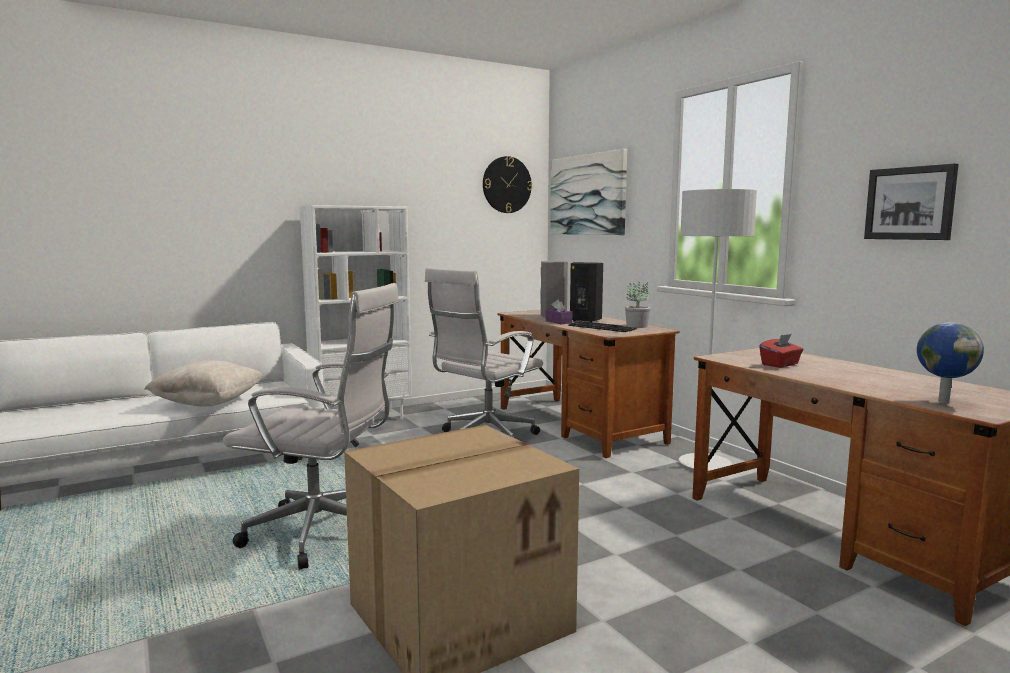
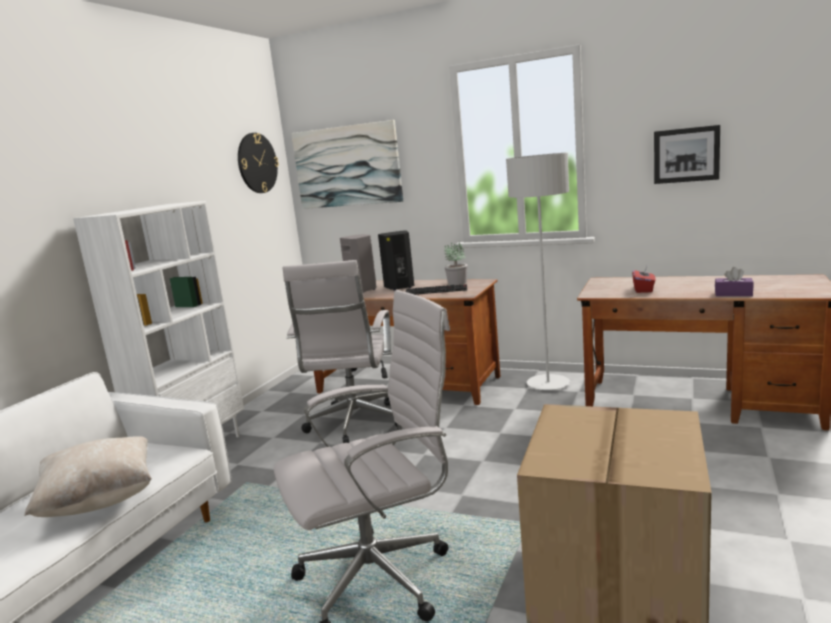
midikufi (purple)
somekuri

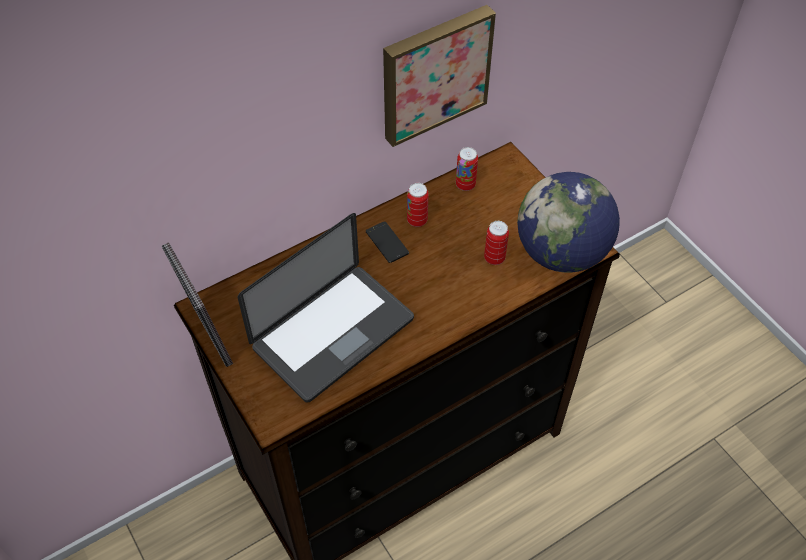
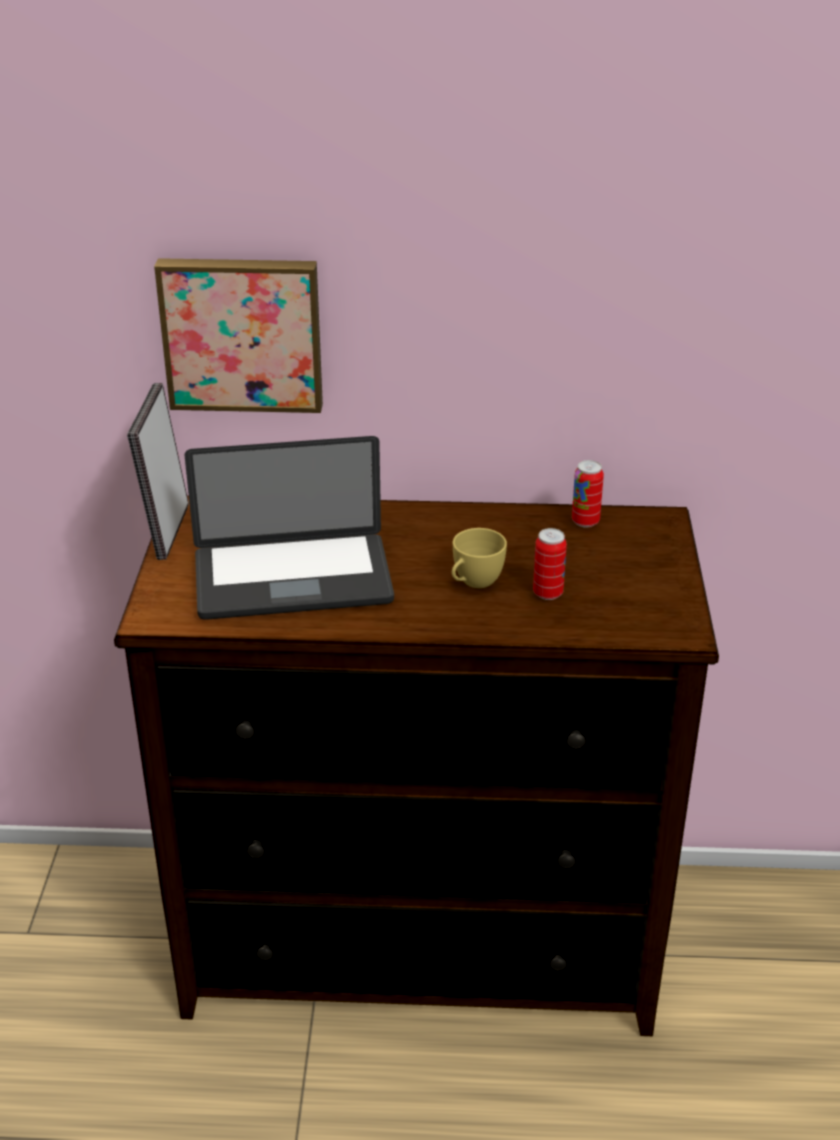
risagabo
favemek
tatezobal (1st from left in the first image)
somekuri
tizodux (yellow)

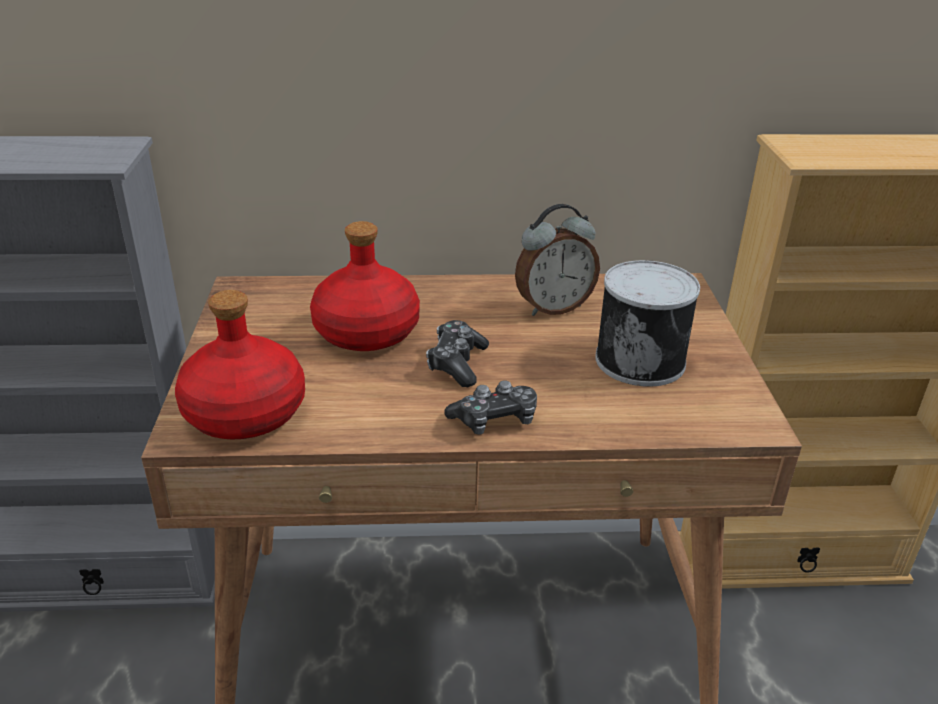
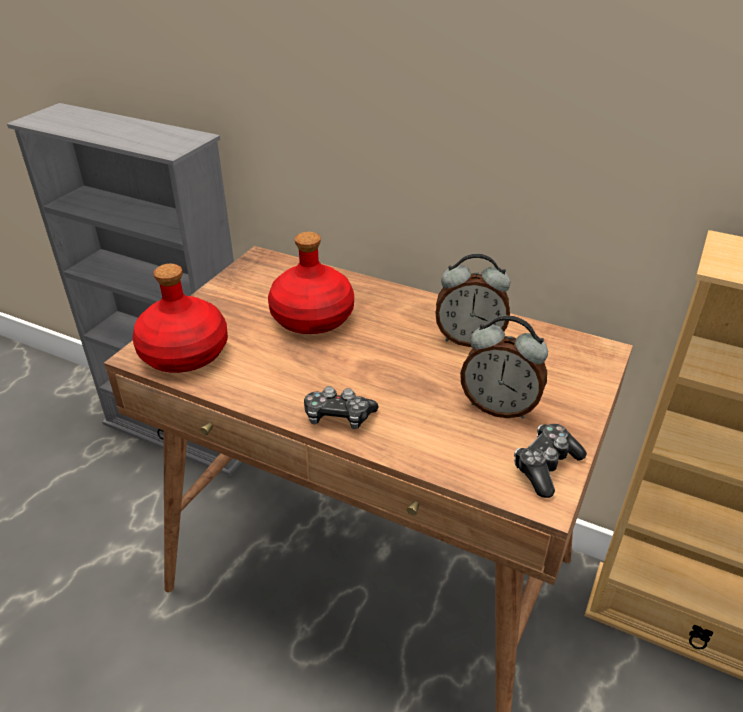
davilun (2nd from left)
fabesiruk (2nd from left)

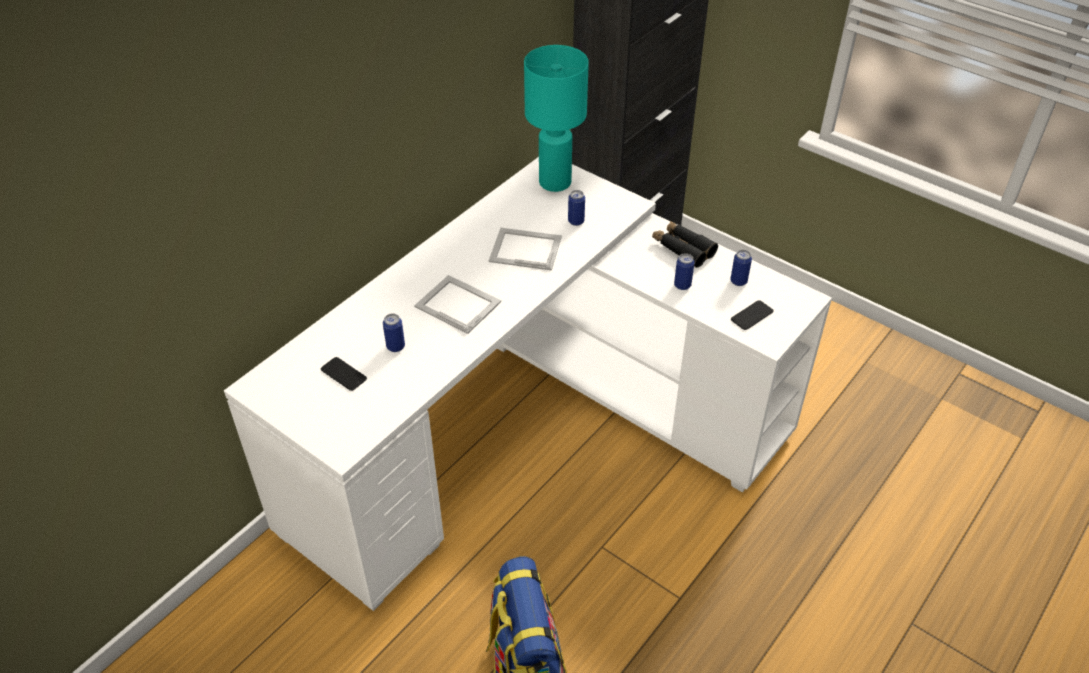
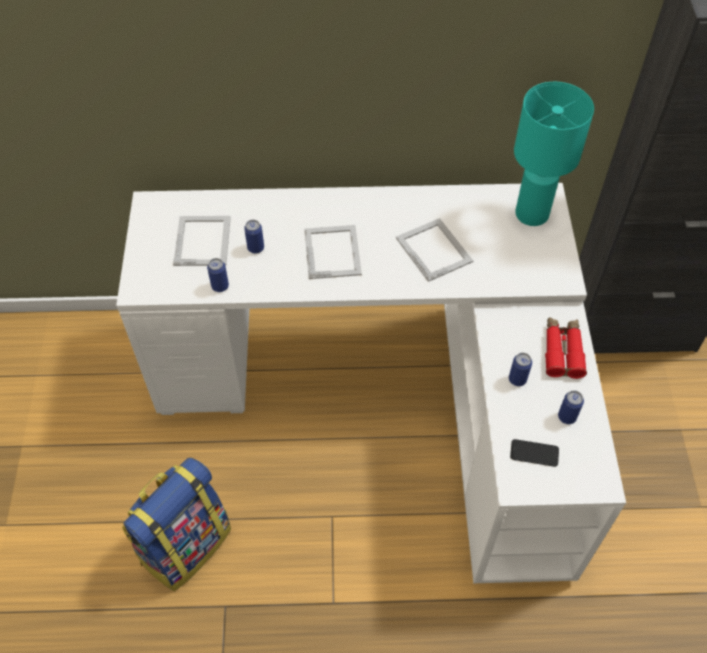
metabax (1st from left)
tatezobal (1st from left)
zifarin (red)

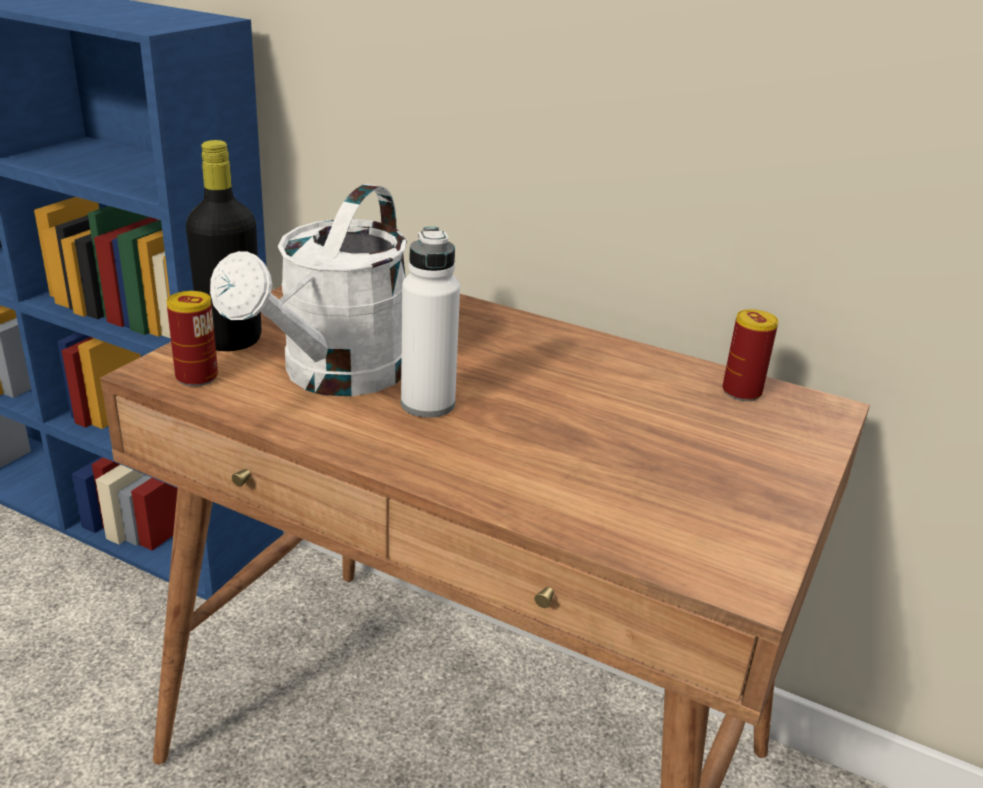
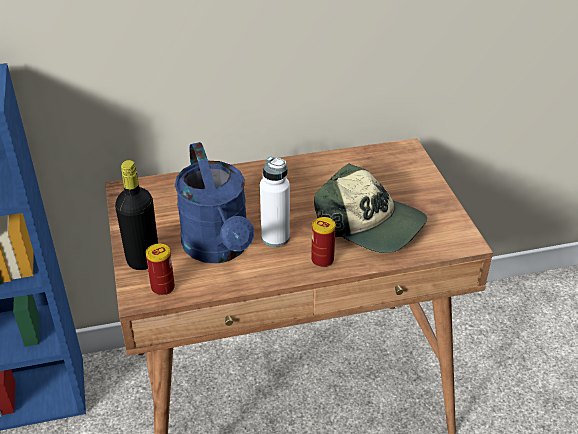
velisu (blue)
tatezobal (2nd from left)
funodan

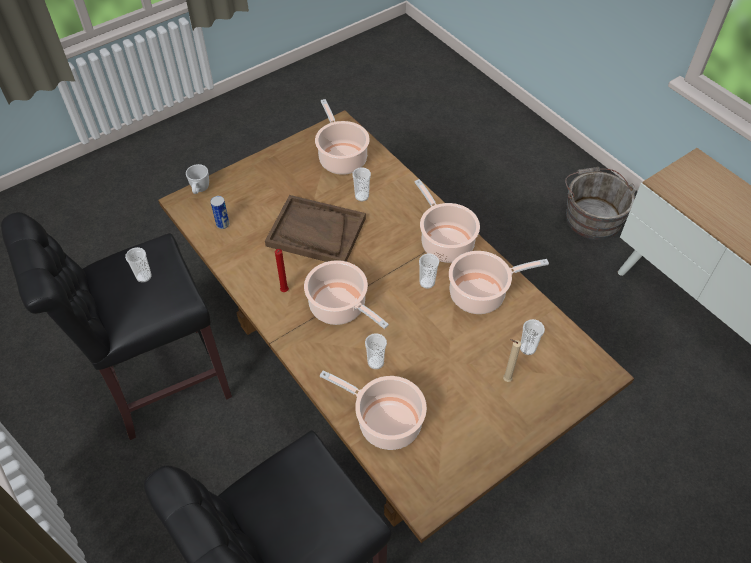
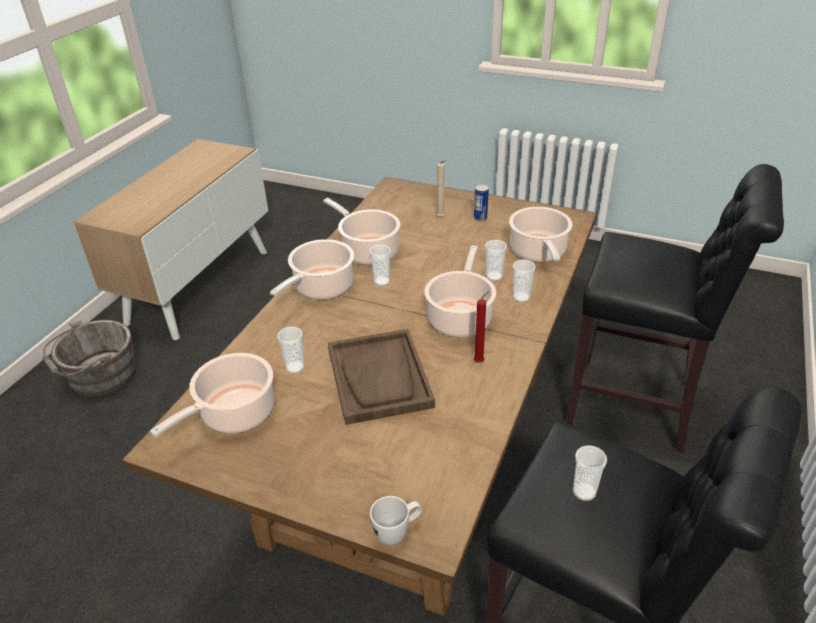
tatezobal
tizodux (4th from left)

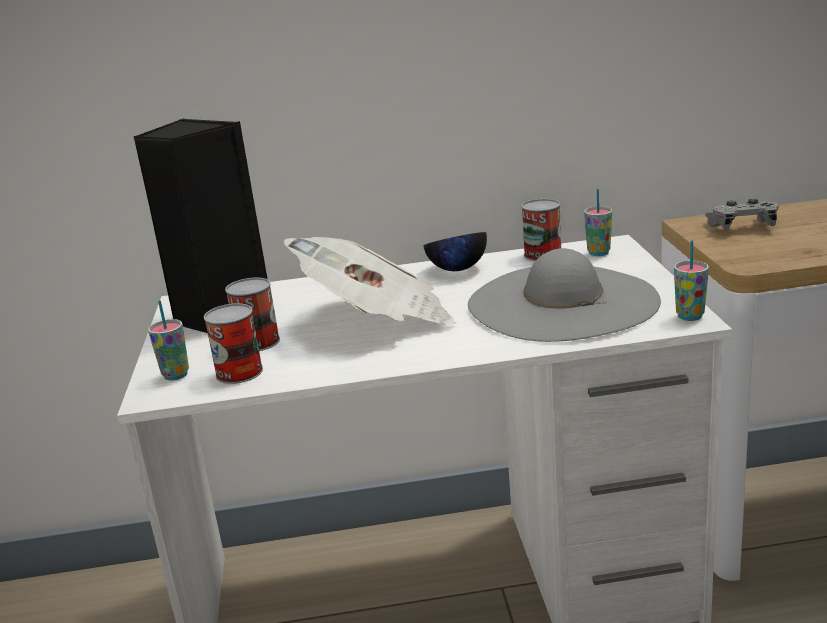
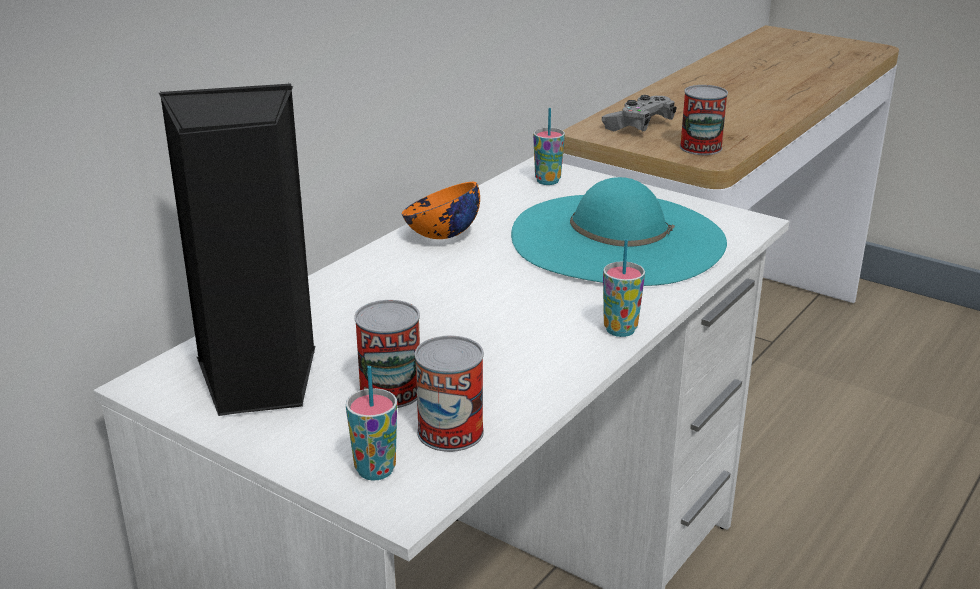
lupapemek
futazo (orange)
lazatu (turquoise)
tatezobal (3rd from left)
tizodux (3rd from left)

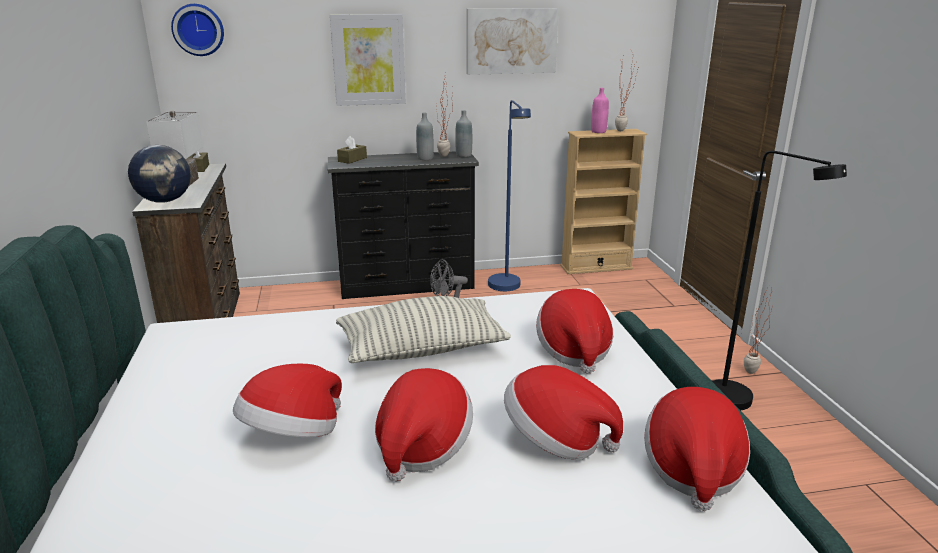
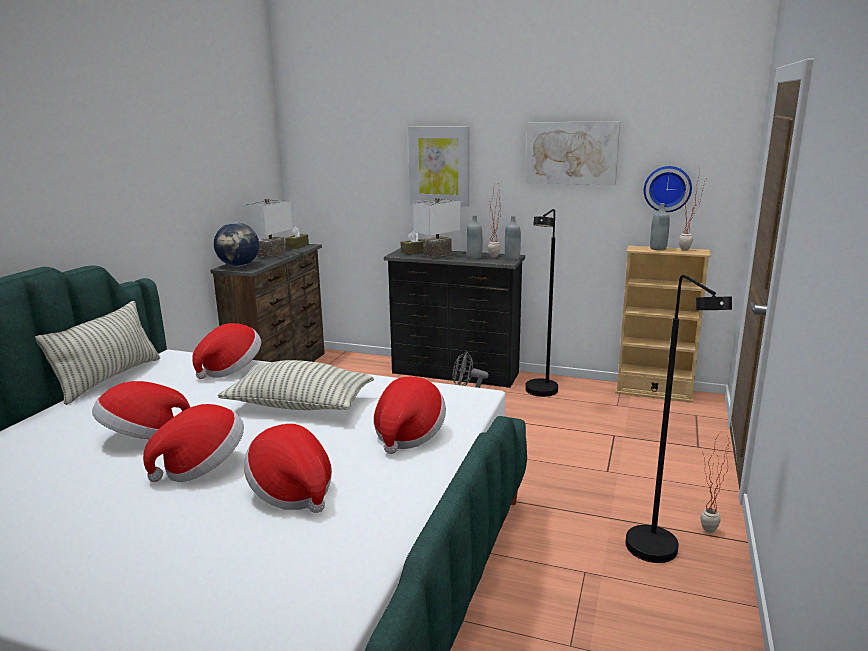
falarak
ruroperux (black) (1st from left)
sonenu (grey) (3rd from left)
lazatu (3rd from left)
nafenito (1st from left)
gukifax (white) (2nd from left)

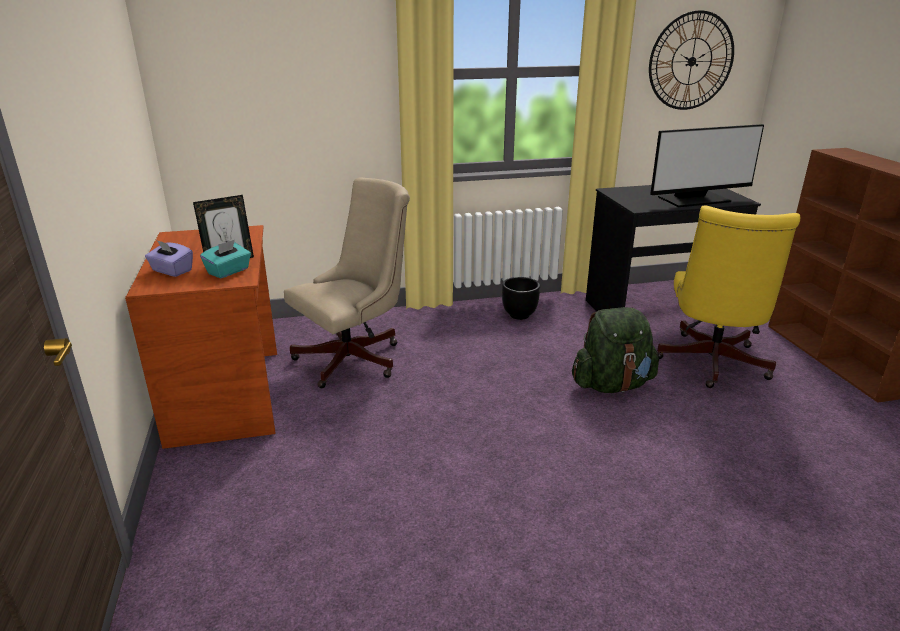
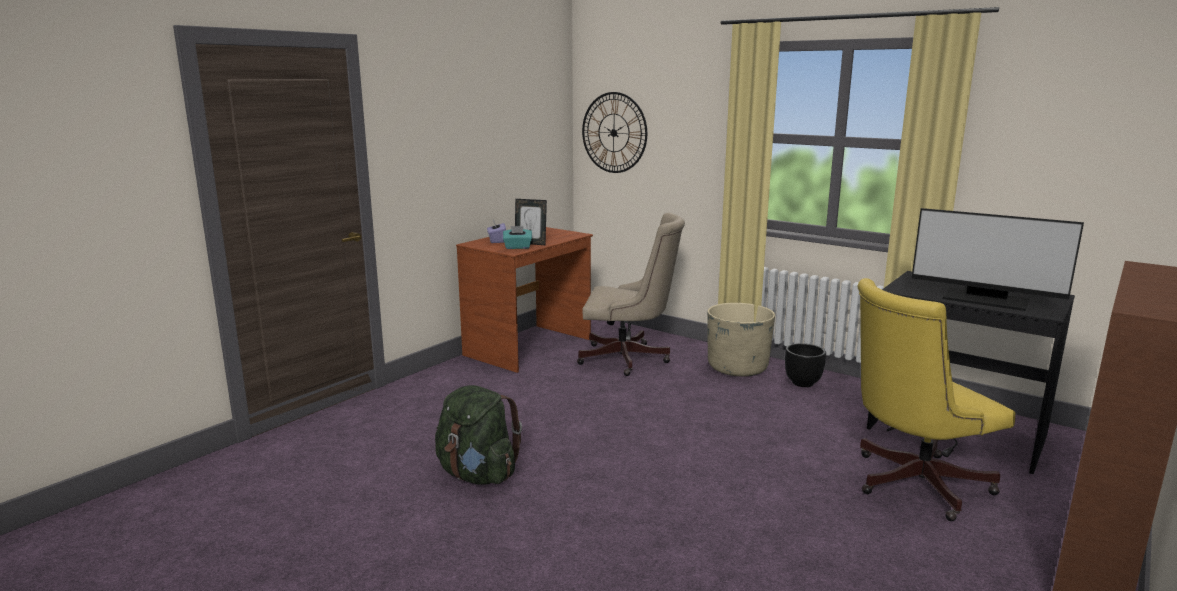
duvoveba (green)
falarak
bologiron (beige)

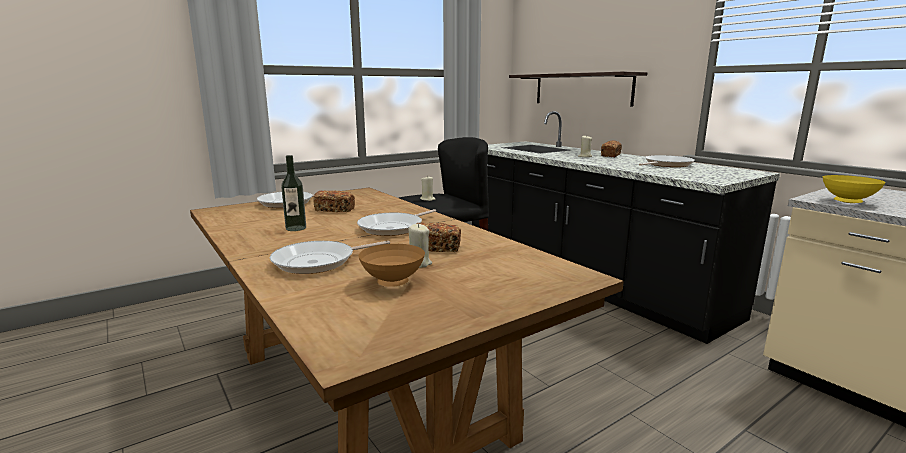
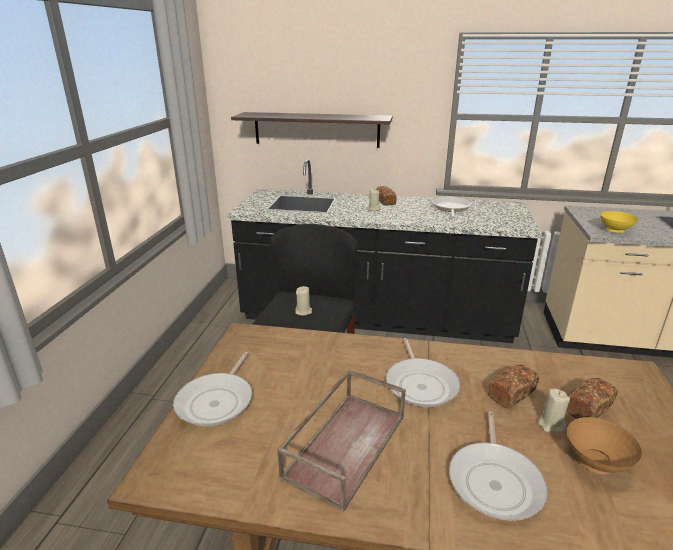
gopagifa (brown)
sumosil (3rd from left)

